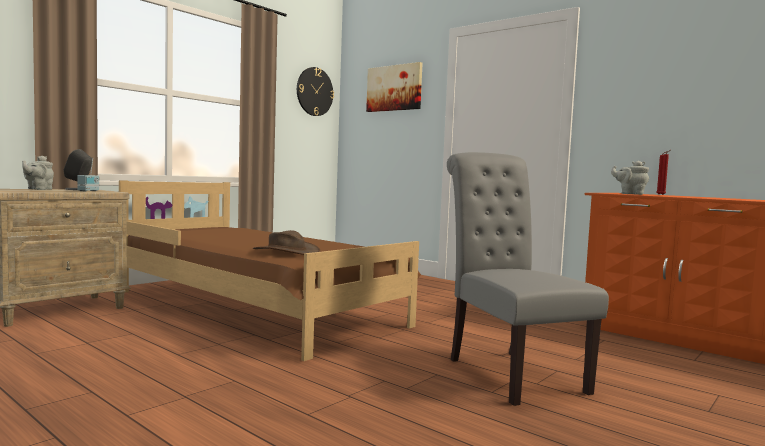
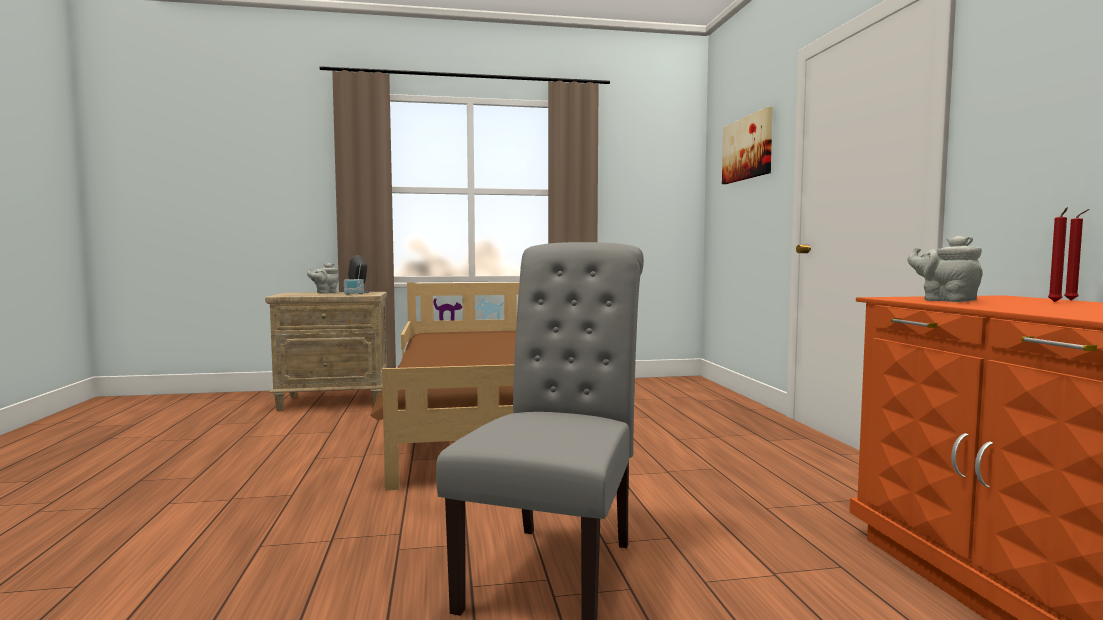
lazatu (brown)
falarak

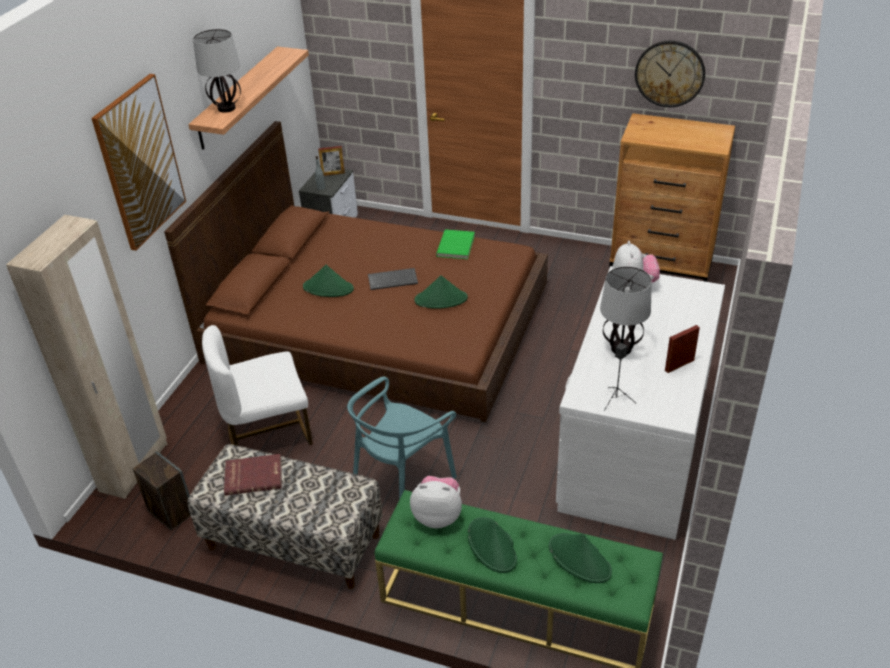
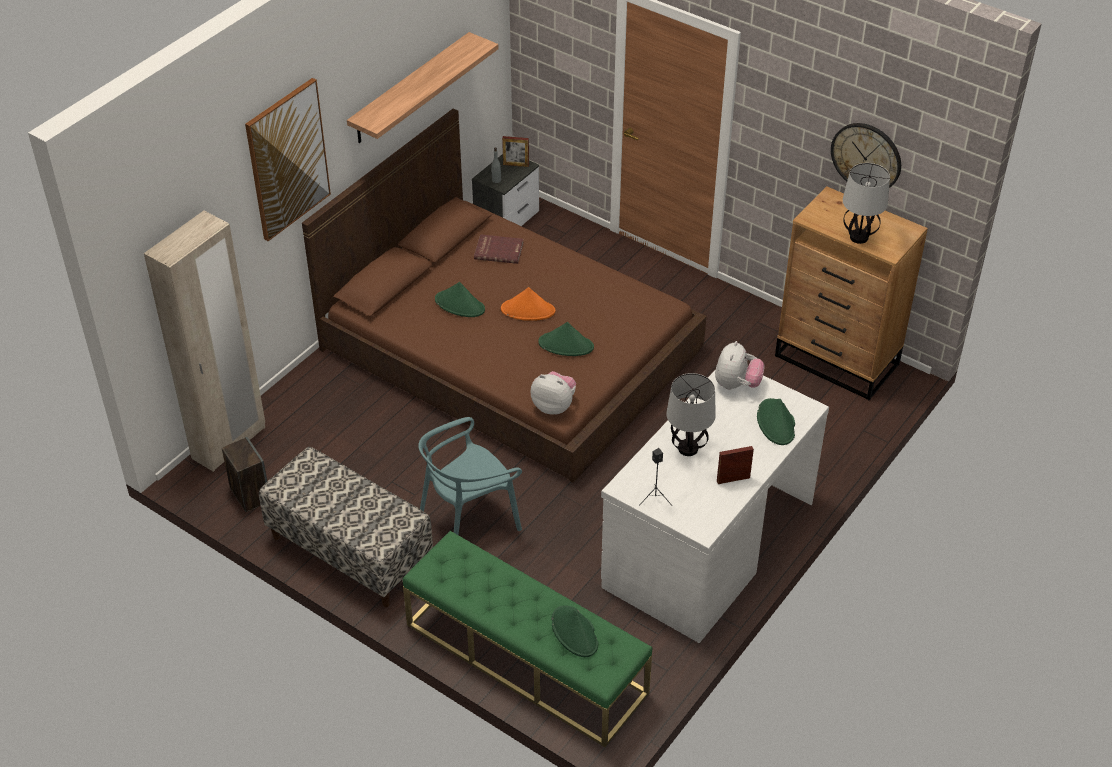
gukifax (2nd from left)
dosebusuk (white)
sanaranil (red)
lazatu (orange)
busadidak (1st from left)
sanaranil (green)
lazatu (green) (4th from left)

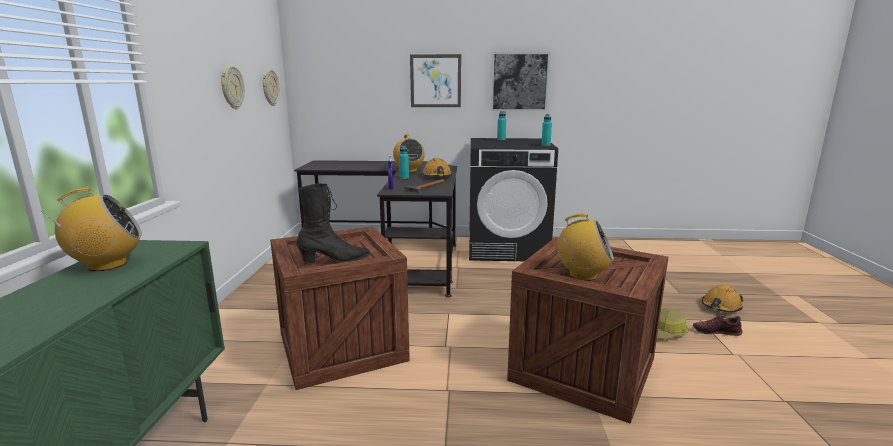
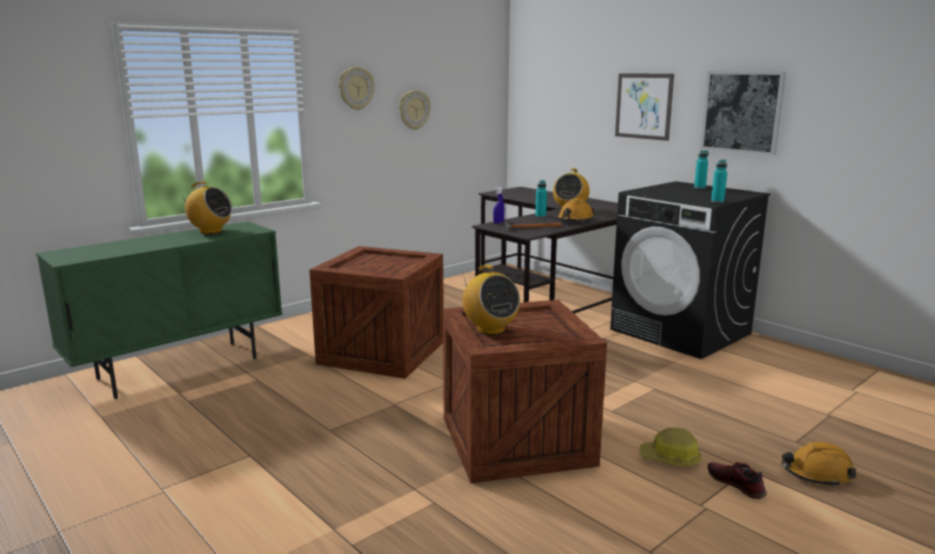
falarak (1st from left)
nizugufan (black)

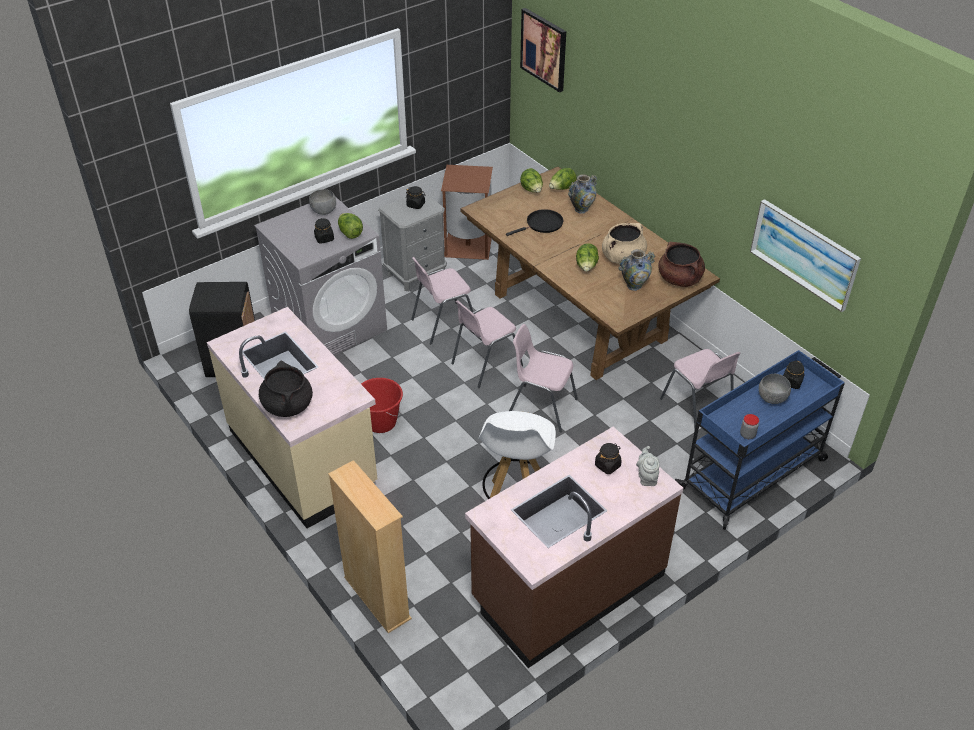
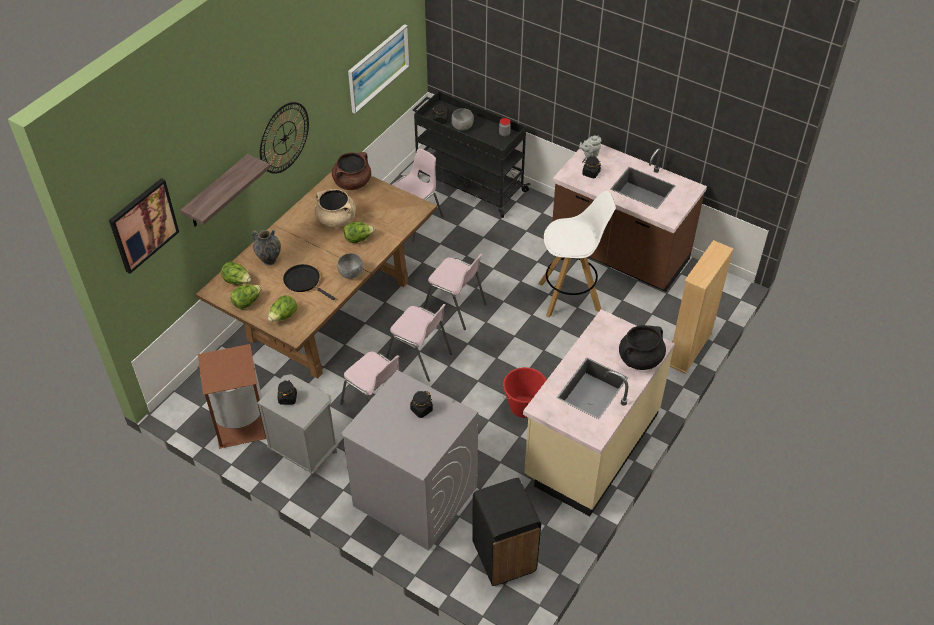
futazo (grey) (1st from left)
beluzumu (3rd from left)
dosebusuk (pink) (4th from left)
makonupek (2nd from left in the first image)
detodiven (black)
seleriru
falarak

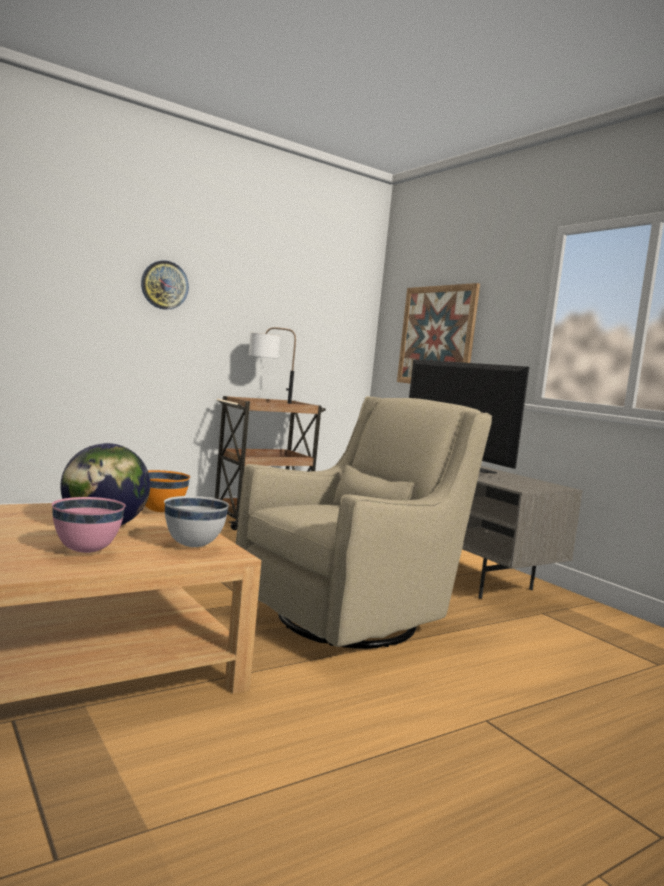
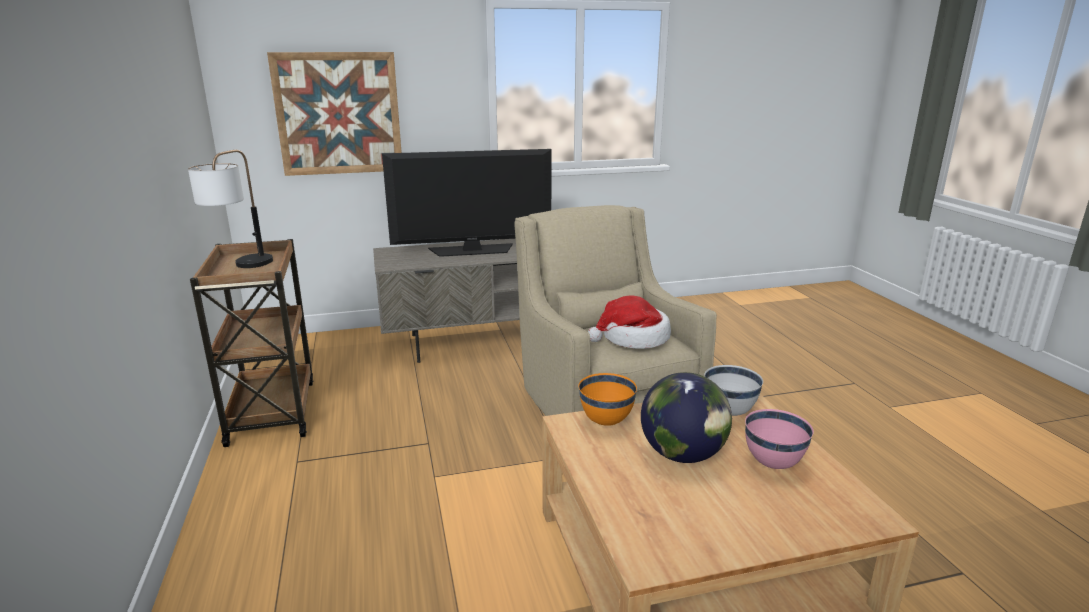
falarak
lazatu

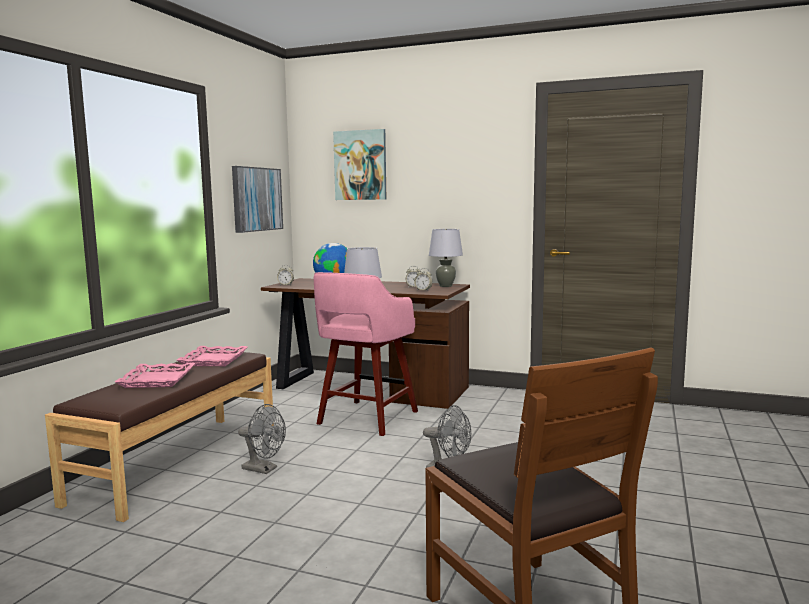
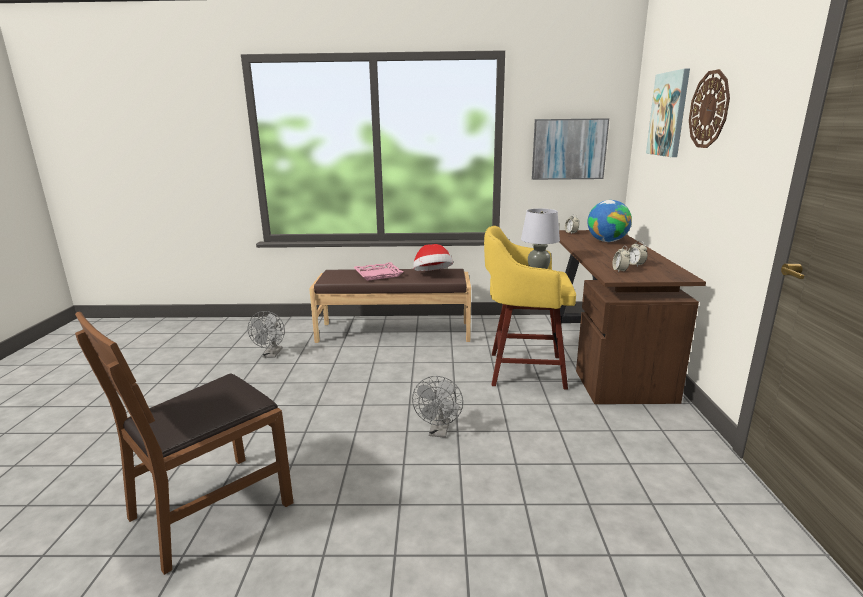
lazatu
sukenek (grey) (1st from left)
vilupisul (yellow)
gukifax (grey) (2nd from left in the first image)
falarak

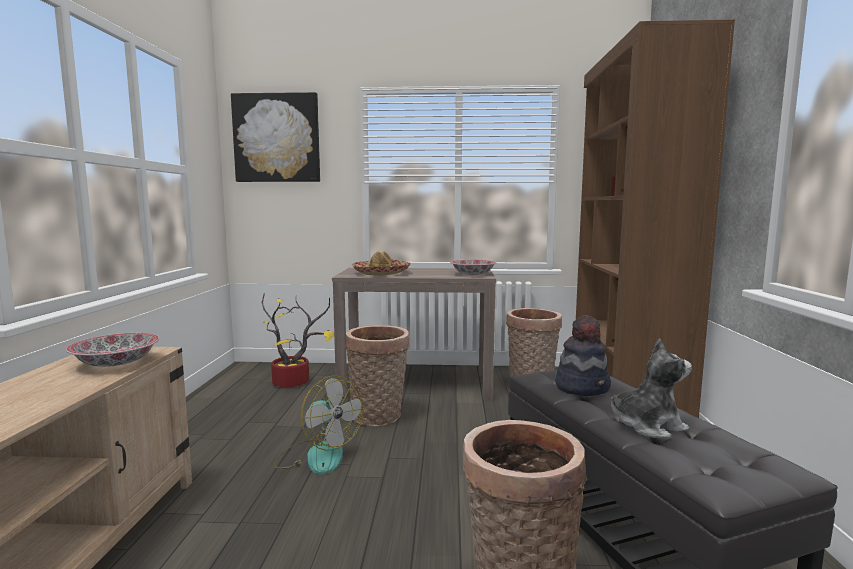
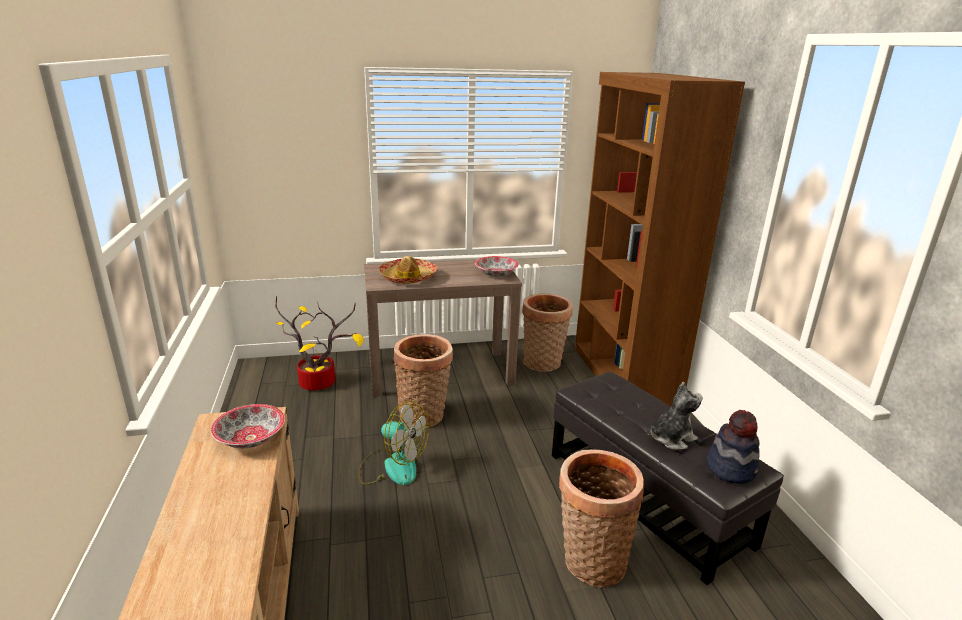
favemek
lazatu (2nd from left)

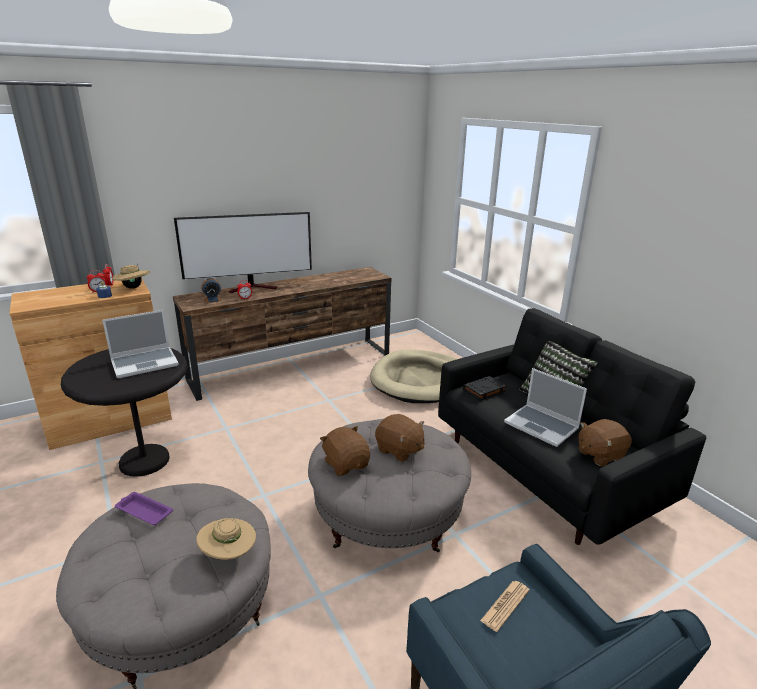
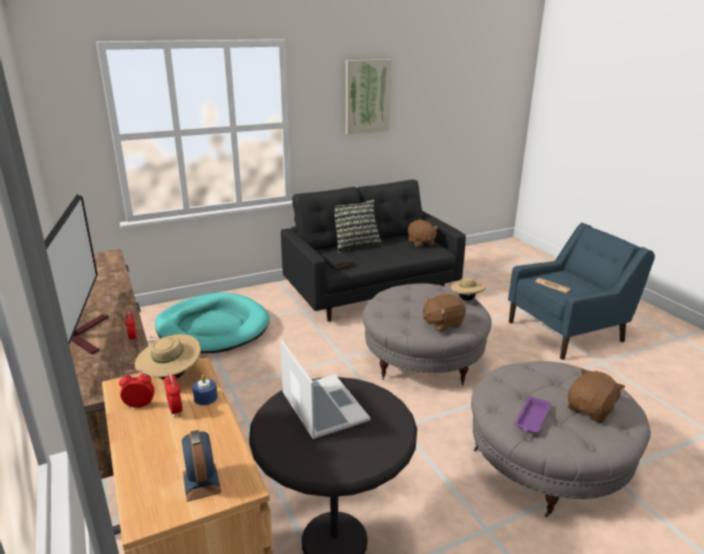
lazatu (beige) (2nd from left)
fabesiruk (4th from left)
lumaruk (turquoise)
busadidak (brown) (3rd from left)
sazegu (2nd from left in the first image)
favemek

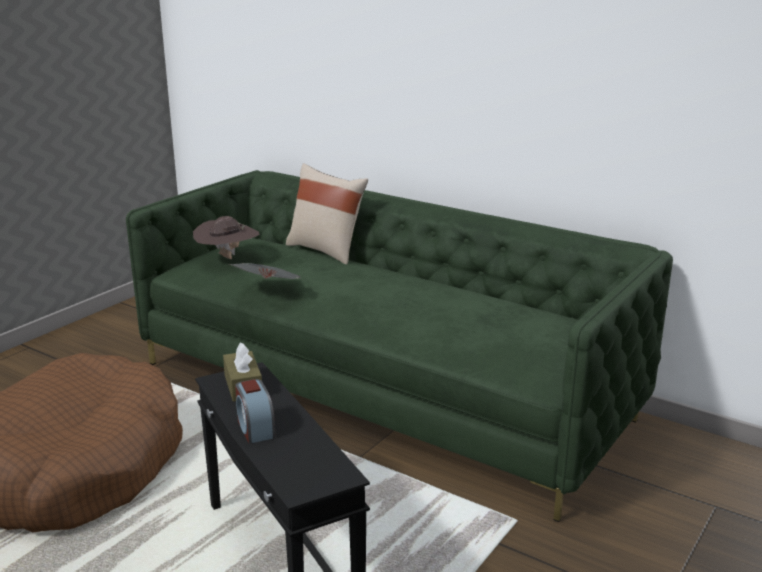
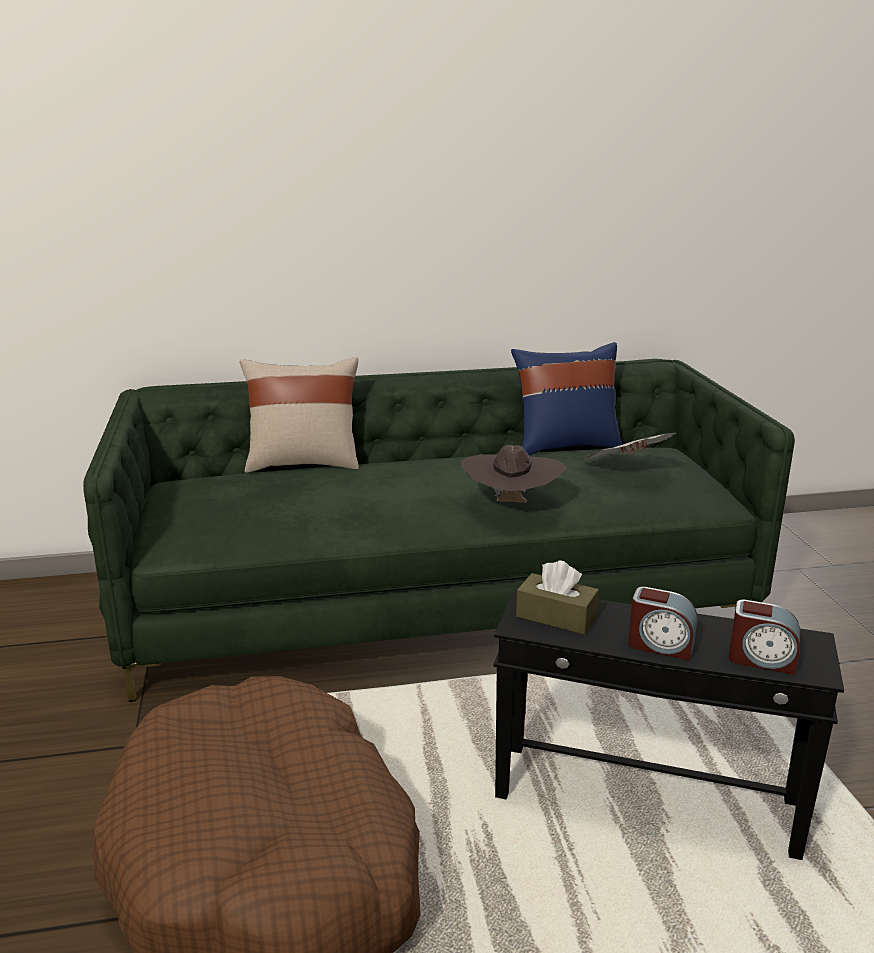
lazatu (brown)
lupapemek
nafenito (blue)
fabesiruk (2nd from left)

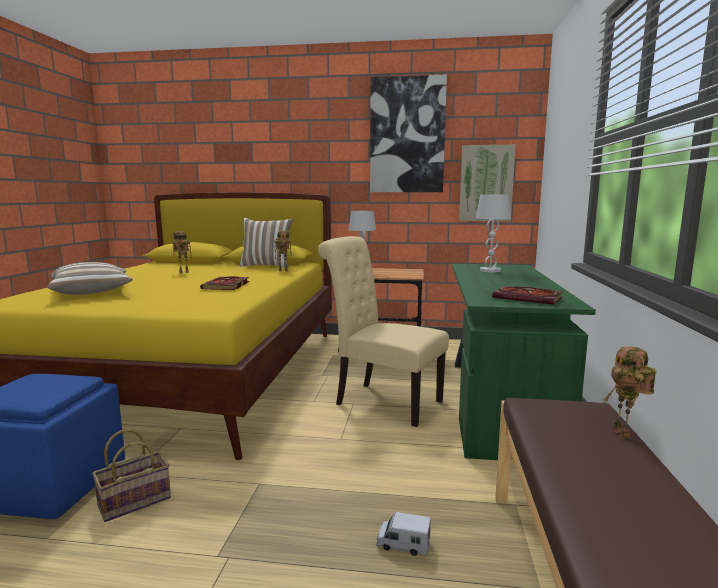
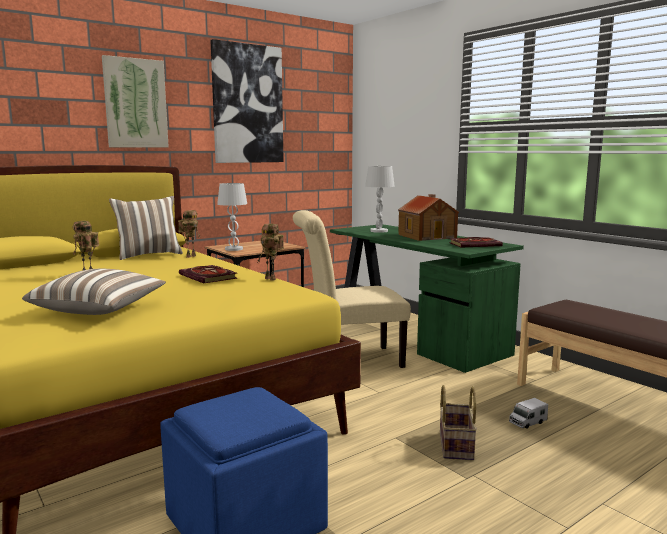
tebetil
favemek (1st from left)
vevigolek (3rd from left)
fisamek

